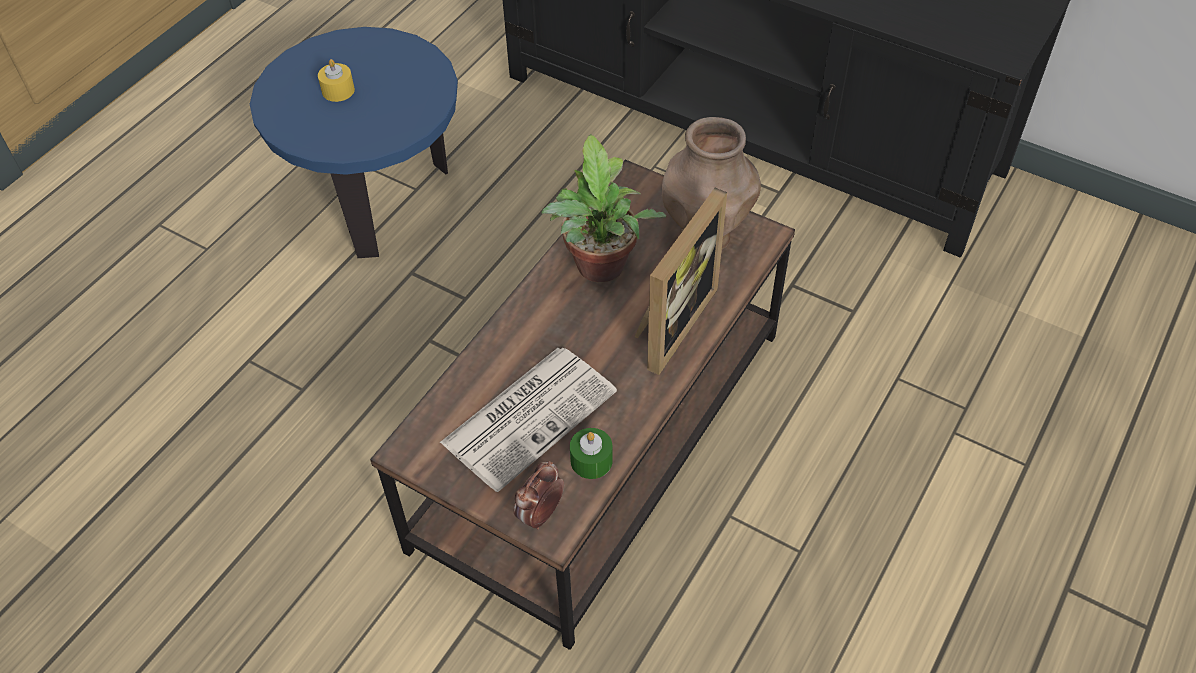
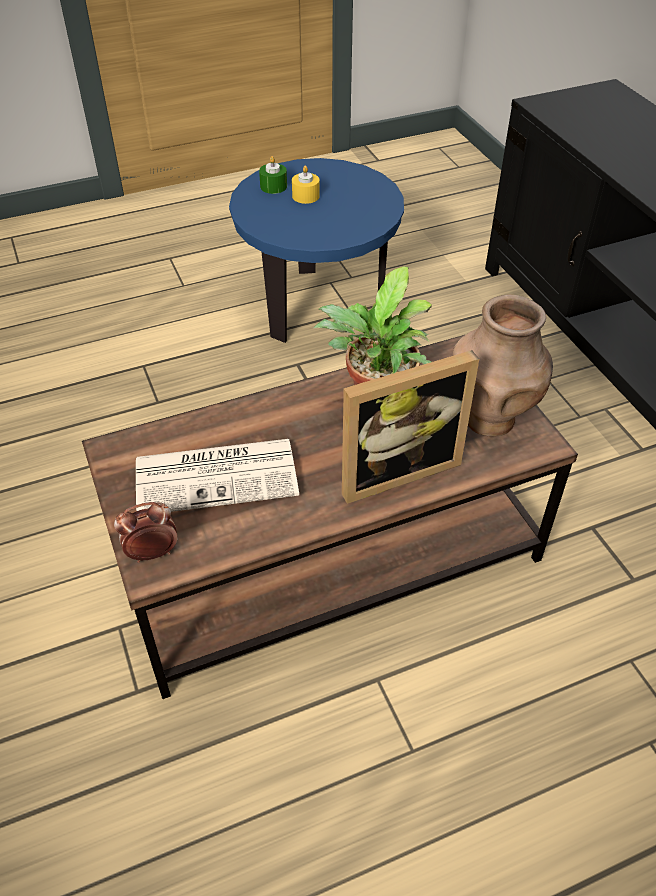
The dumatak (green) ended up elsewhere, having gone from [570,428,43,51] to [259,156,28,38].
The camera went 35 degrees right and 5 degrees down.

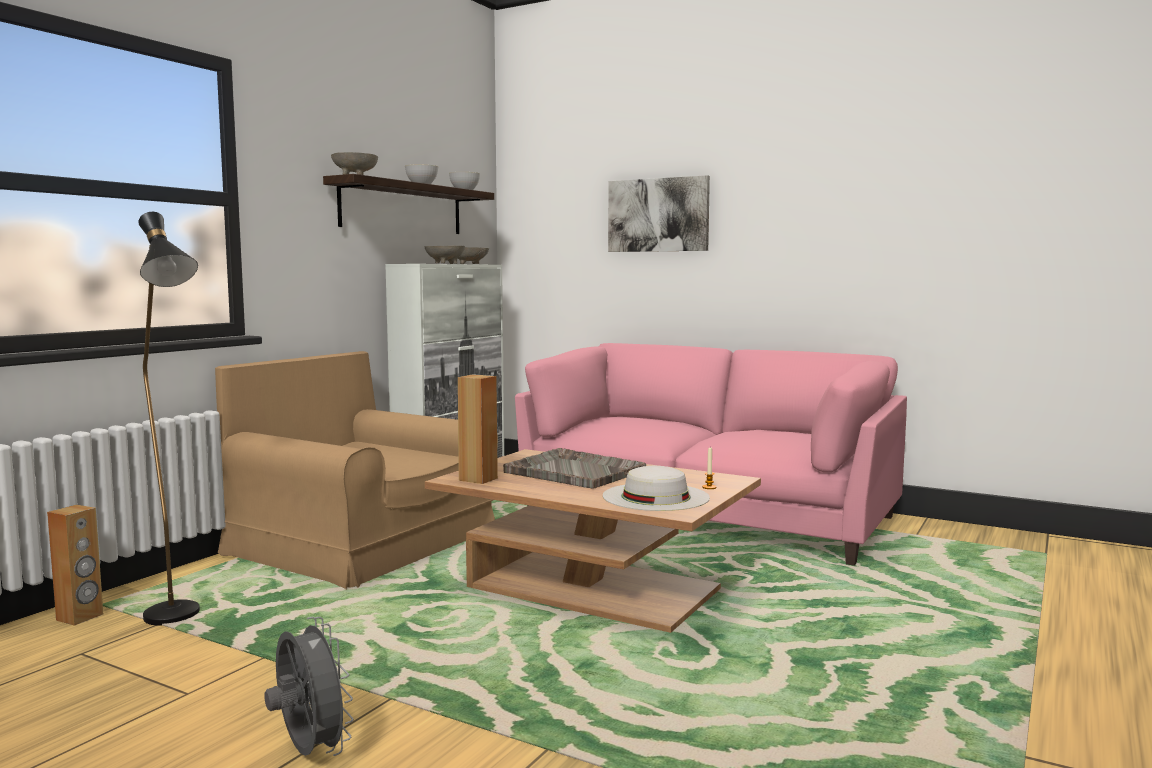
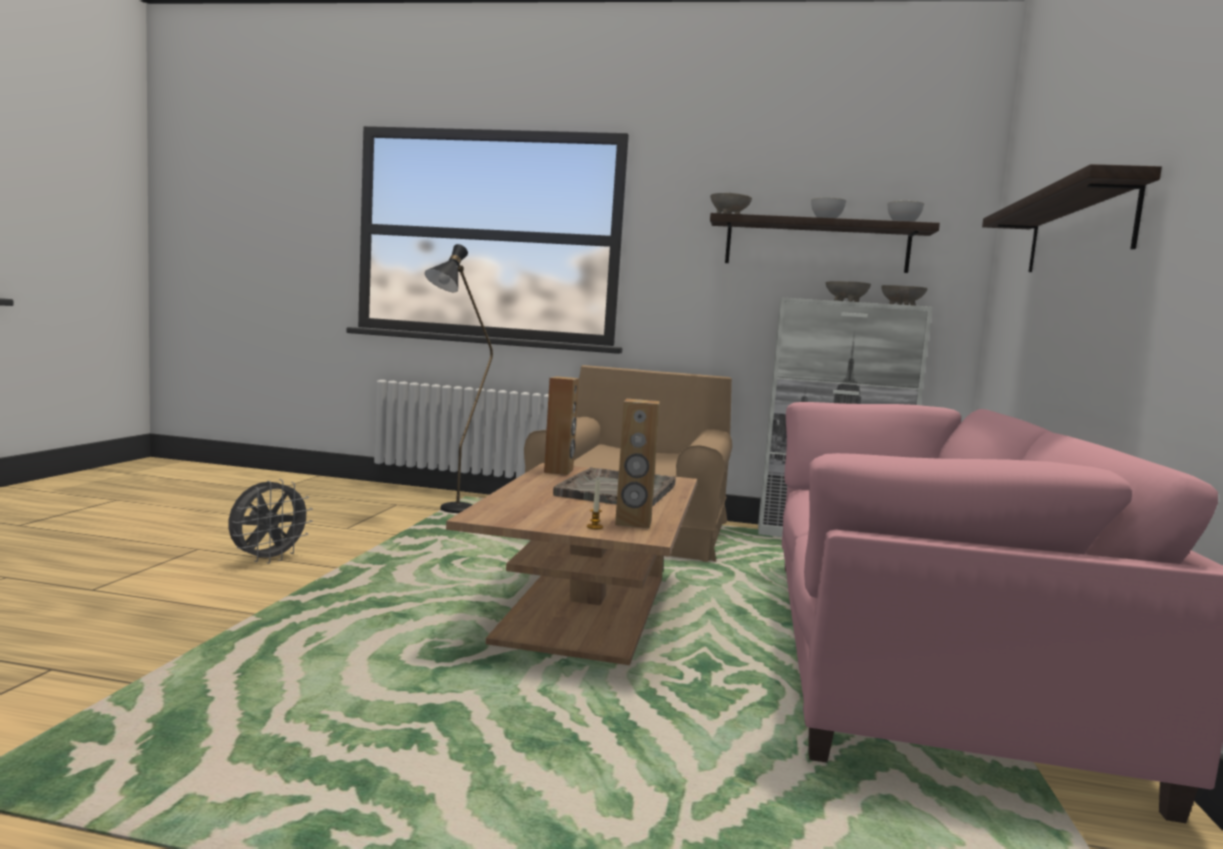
The second view lost the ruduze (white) at [603,466,107,45].
The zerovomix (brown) ended up elsewhere, having gone from [47,505,56,121] to [615,399,45,130].
Where the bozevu hung at [608,175,102,77], the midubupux came to hang at [982,164,180,108].
The camera went 70 degrees right and 0 degrees up.

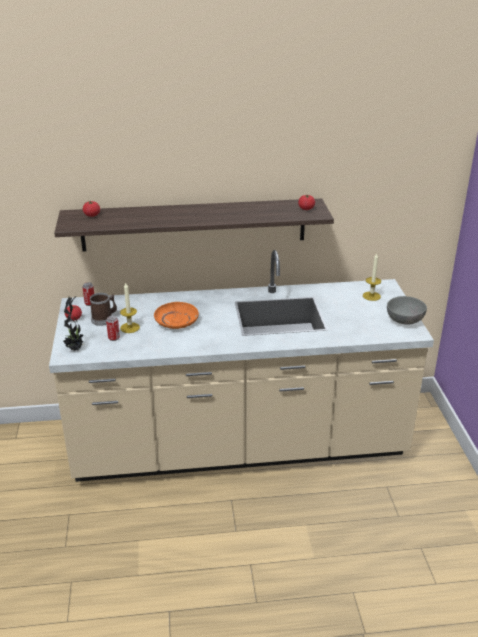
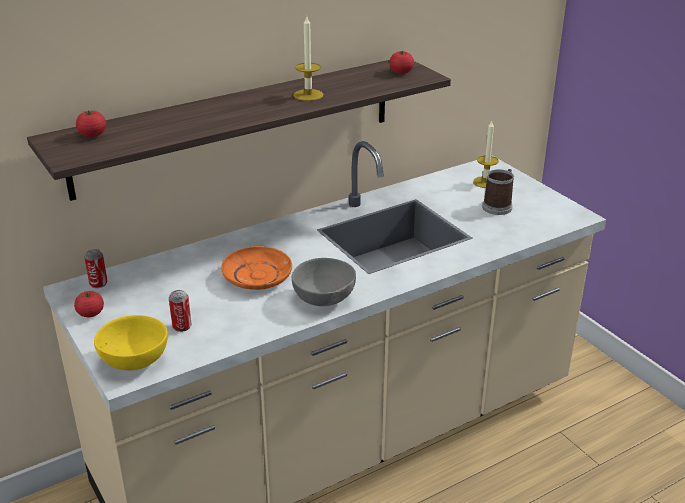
The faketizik ended up elsewhere, having gone from [90,293,27,33] to [482,169,32,46].
The dumatak ended up elsewhere, having gone from [120,283,20,50] to [294,16,29,85].
The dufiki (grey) ended up elsewhere, having gone from [387,296,40,29] to [292,258,64,48].
Where the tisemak stood at [63,296,21,55], the dufiki (yellow) came to stand at [94,315,74,55].
The camera went 25 degrees left and 0 degrees up.

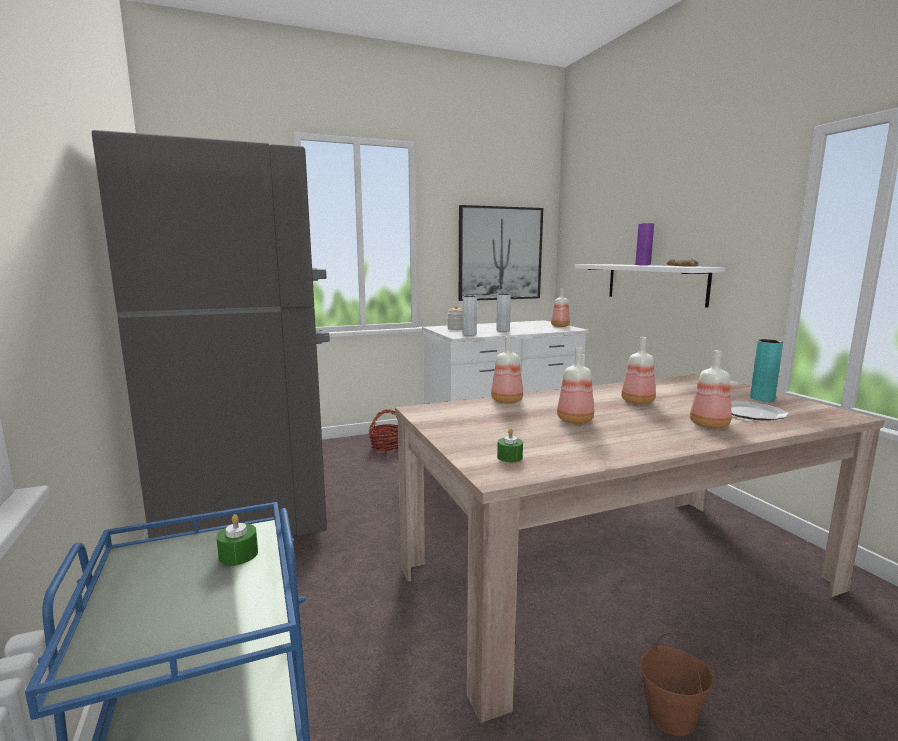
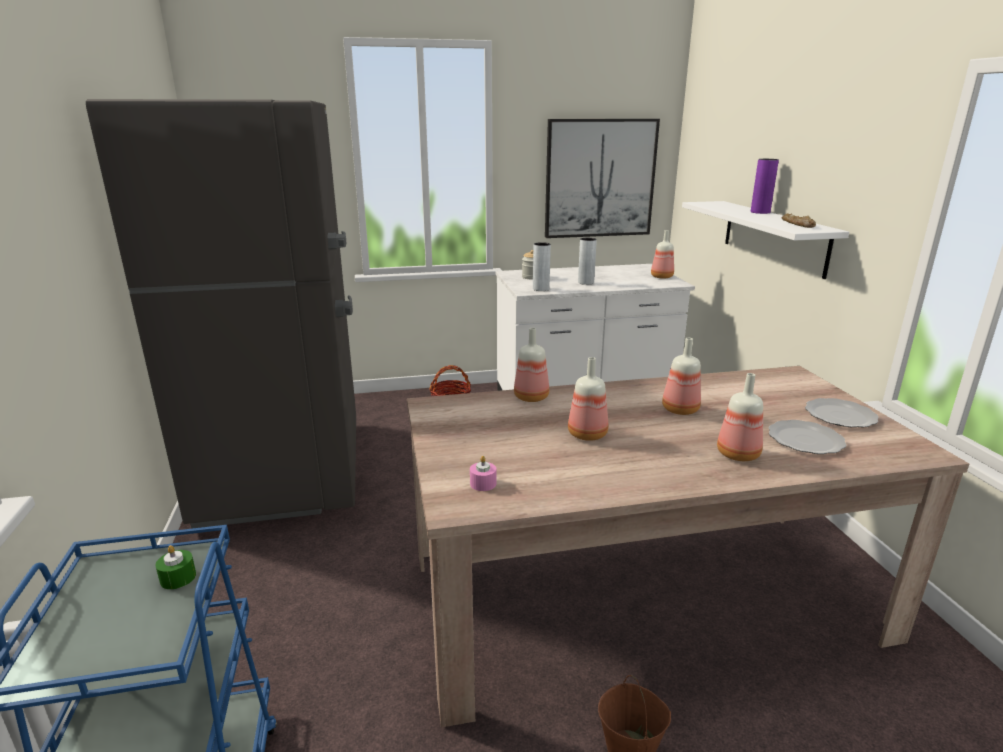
Where the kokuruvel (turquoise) stood at [750,339,33,62], the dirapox came to stand at [805,398,74,29].
What was the dumatak (green) at [497,429,26,33] turned into the dumatak (pink) at [470,456,26,35].
The camera went 10 degrees right and 10 degrees up.

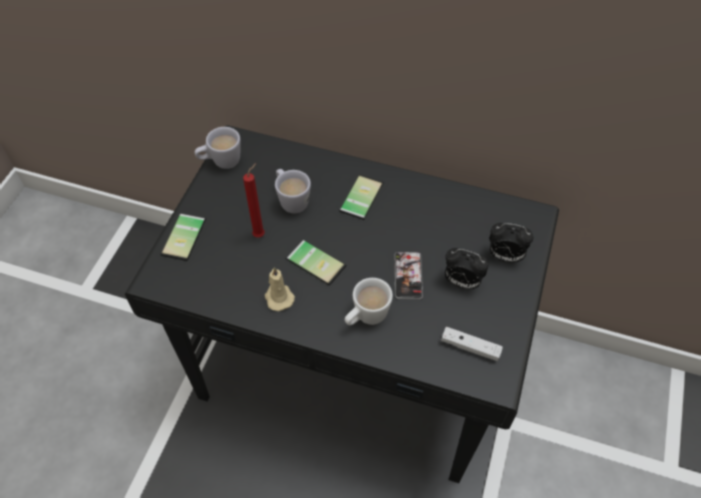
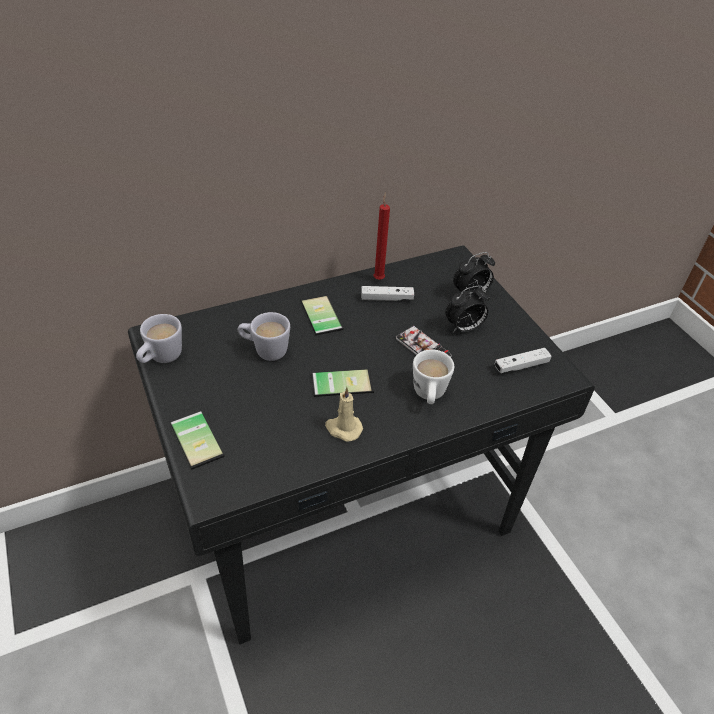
The second view gained the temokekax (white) at [361,286,53,15].
The dumatak (red) ended up elsewhere, having gone from [243,163,22,74] to [373,192,17,88].
The camera went 45 degrees left and 10 degrees down.

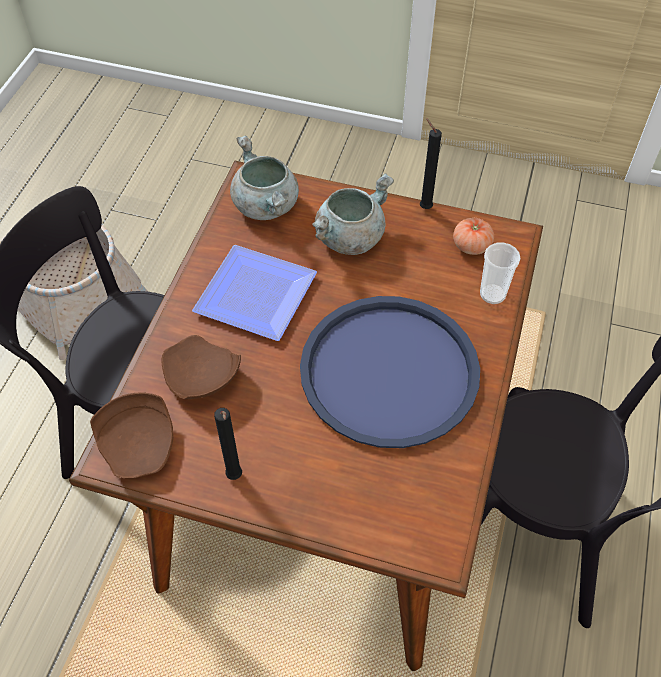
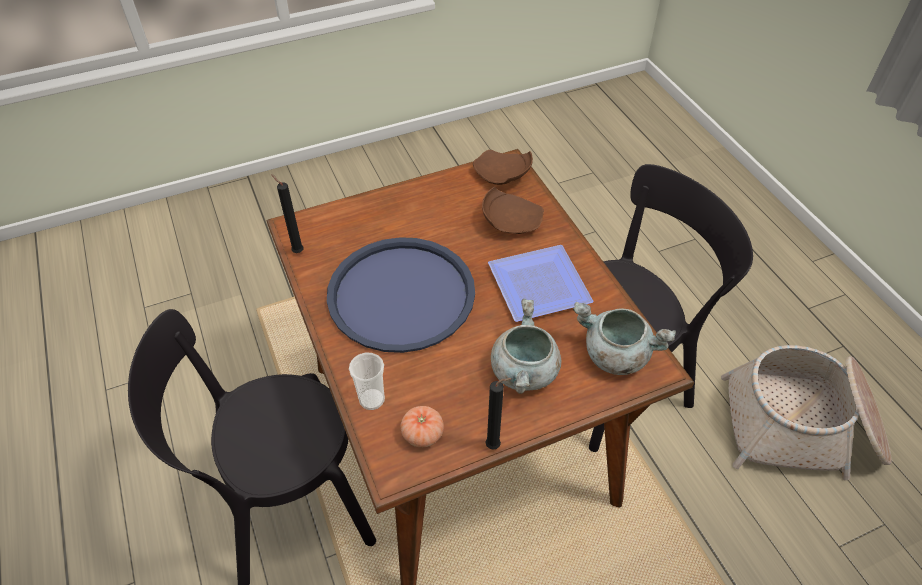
The dumatak (black) ended up elsewhere, having gone from [214,408,28,72] to [271,174,33,79].
The camera went 140 degrees right and 5 degrees down.

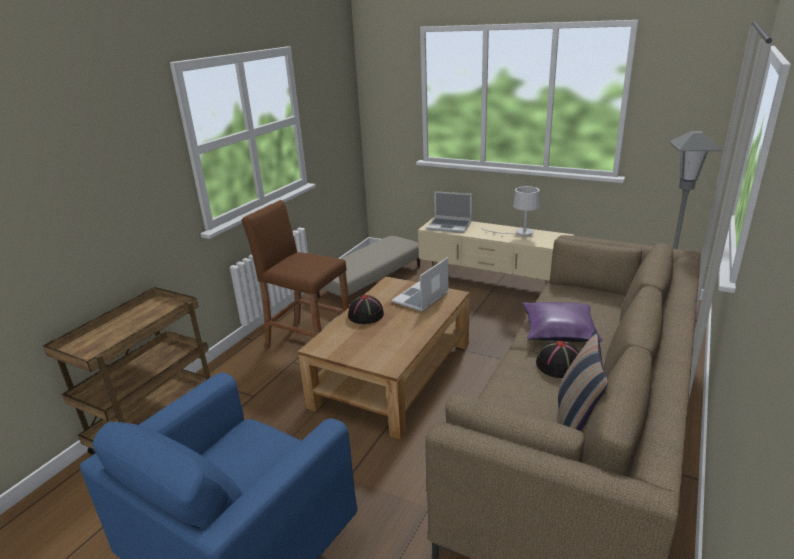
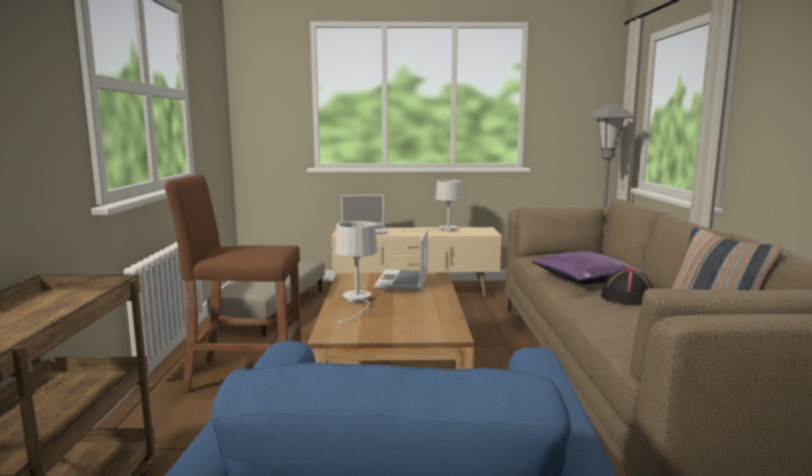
Where the ruduze (black) stood at [348,295,36,29], the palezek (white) came to stand at [335,221,43,102].
The camera went 30 degrees left and 15 degrees down.

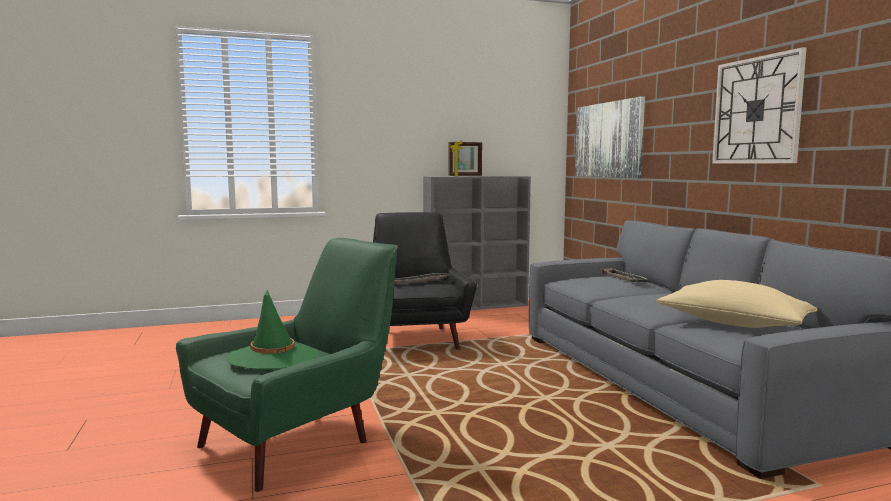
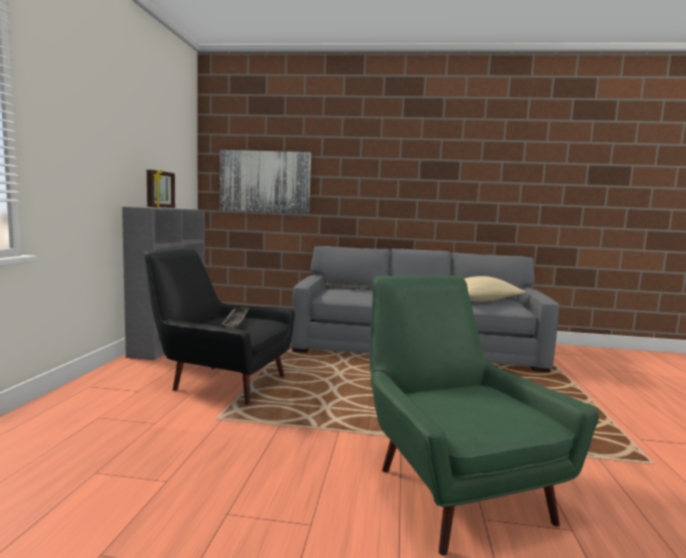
The second view lost the ruduze (green) at [226,290,92,79].
The second view lost the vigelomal at [712,47,95,117].
The camera went 65 degrees left and 0 degrees up.

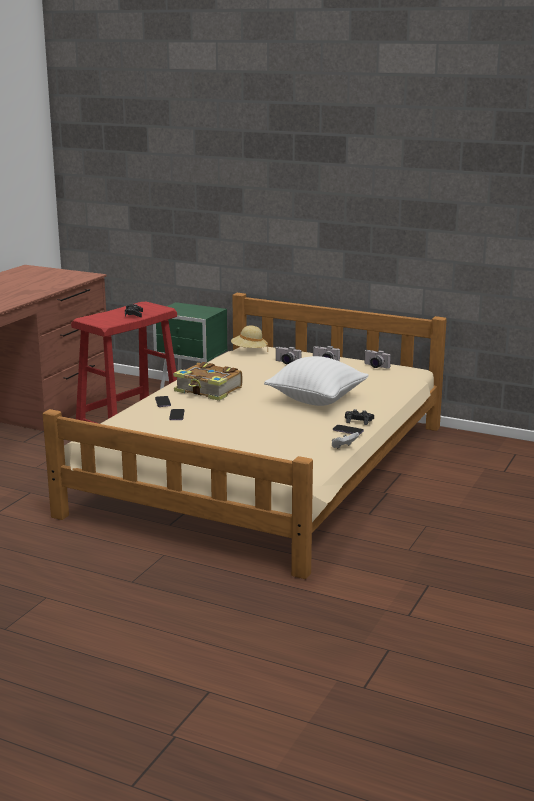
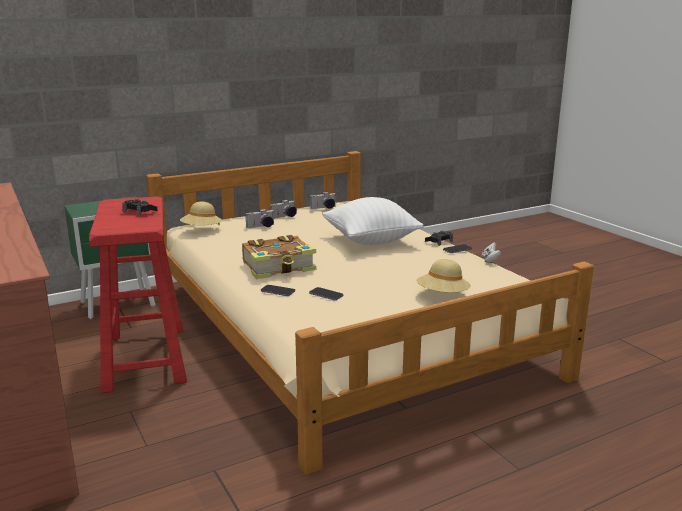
The second view gained the ruduze (beige) at [416,259,55,34].
The camera went 55 degrees left and 0 degrees up.

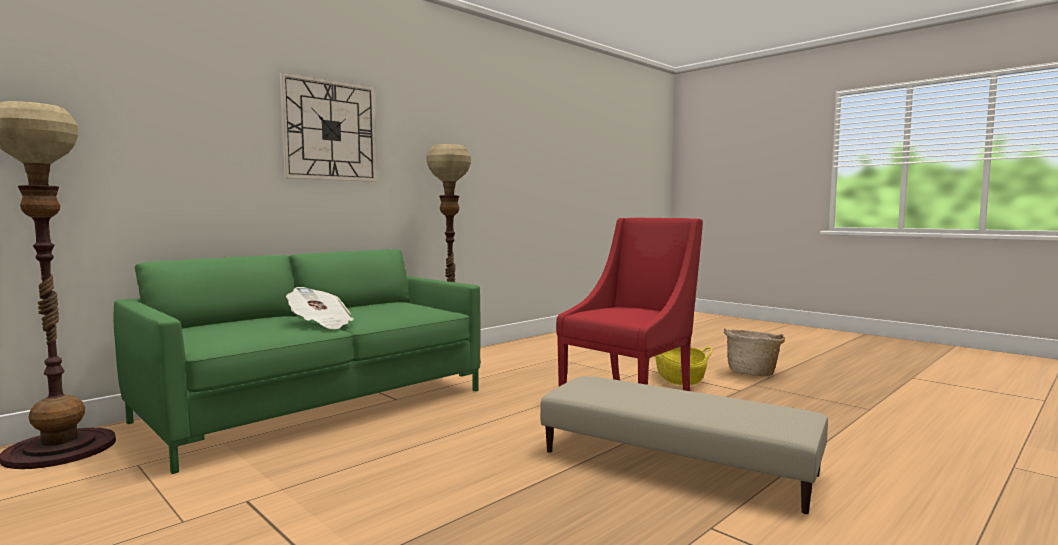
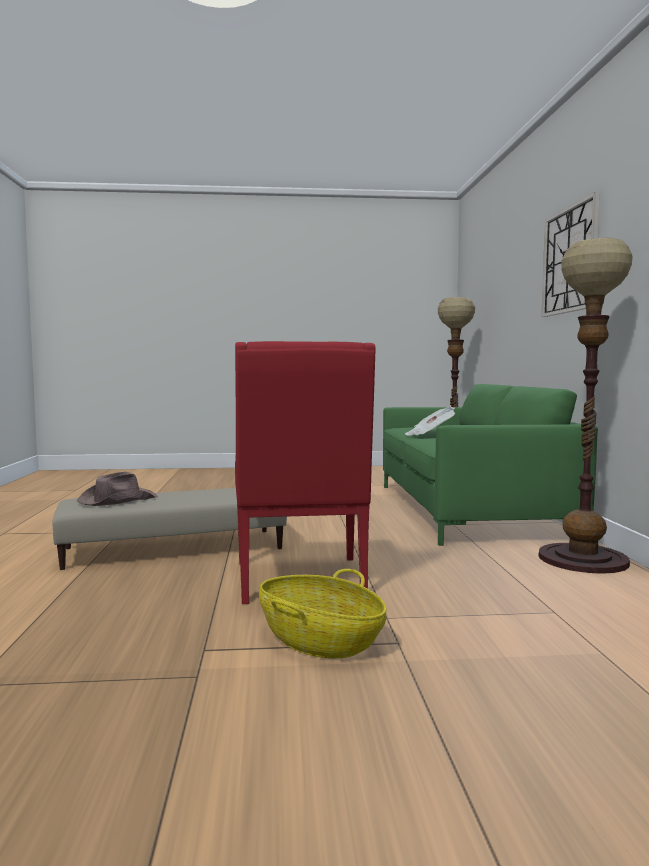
The second view lost the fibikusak at [724,328,61,48].
The second view gained the ruduze (brown) at [77,472,80,34].
The camera went 130 degrees right and 0 degrees up.

